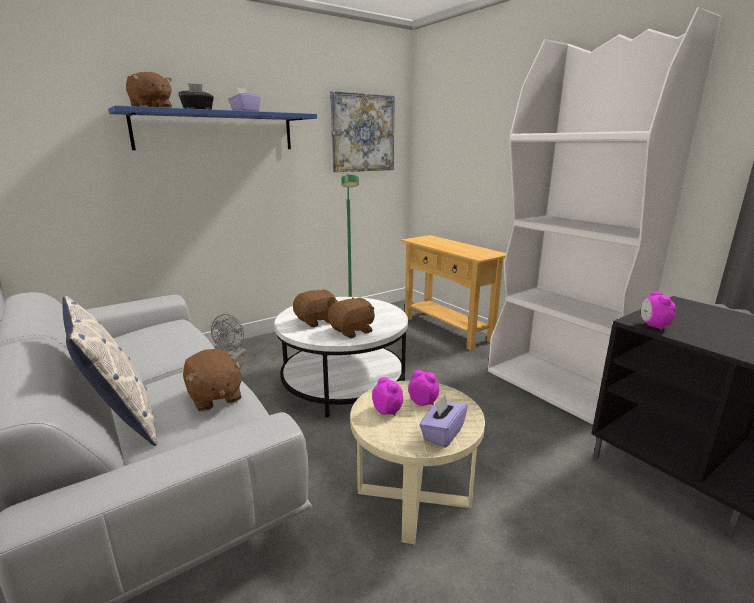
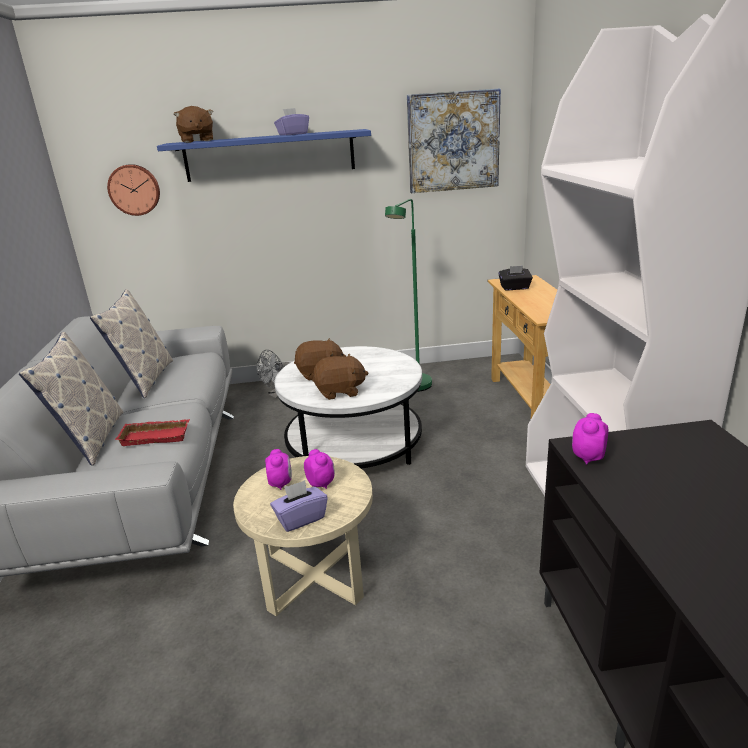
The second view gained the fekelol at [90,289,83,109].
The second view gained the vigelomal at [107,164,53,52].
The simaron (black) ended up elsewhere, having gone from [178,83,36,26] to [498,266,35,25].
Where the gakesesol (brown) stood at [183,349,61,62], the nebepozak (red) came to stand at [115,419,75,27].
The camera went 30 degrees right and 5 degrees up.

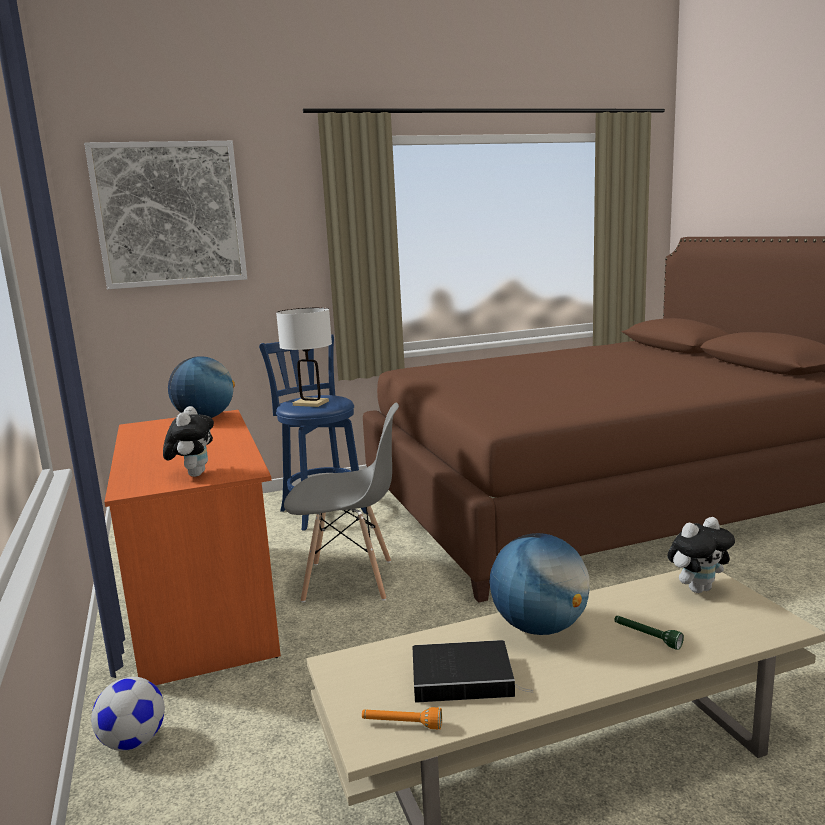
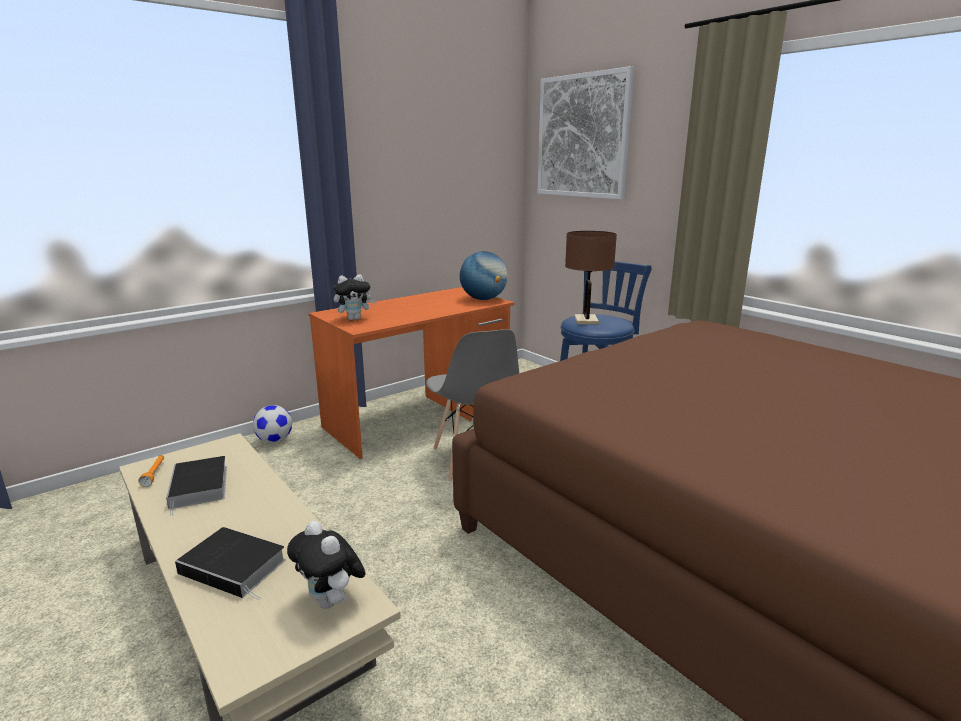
The second view lost the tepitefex at [490,533,100,102].
Where the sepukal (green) stood at [615,616,69,34], the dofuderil came to stand at [175,527,111,73].
What was the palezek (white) at [276,307,56,100] turned into the palezek (brown) at [565,231,52,93].
The camera went 70 degrees right and 5 degrees up.

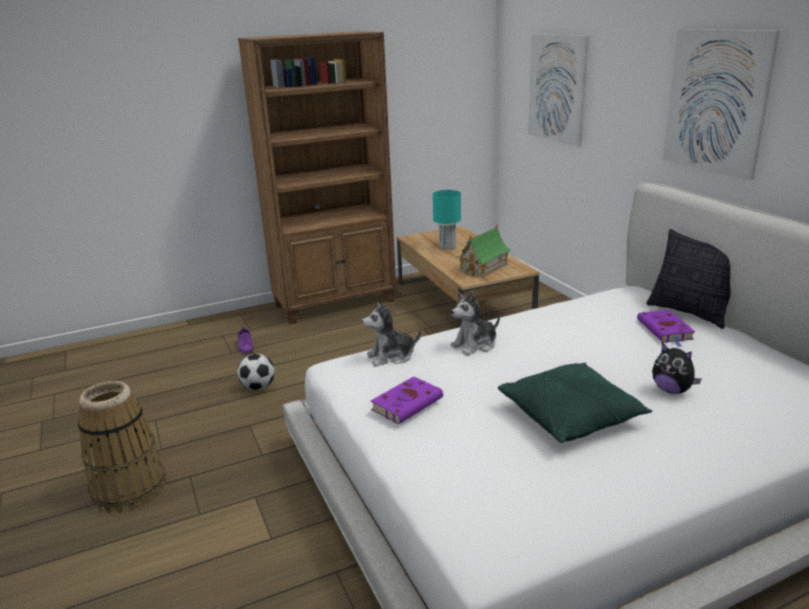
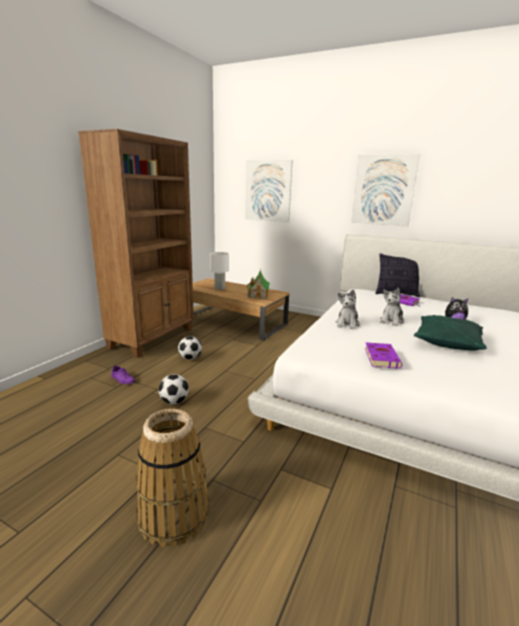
The second view gained the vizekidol at [178,336,24,24].
The gakesesol ended up elsewhere, having gone from [362,302,59,65] to [380,287,24,39].
What was the palezek (turquoise) at [433,190,28,60] turned into the palezek (white) at [211,252,18,38].
The camera went 40 degrees left and 5 degrees down.

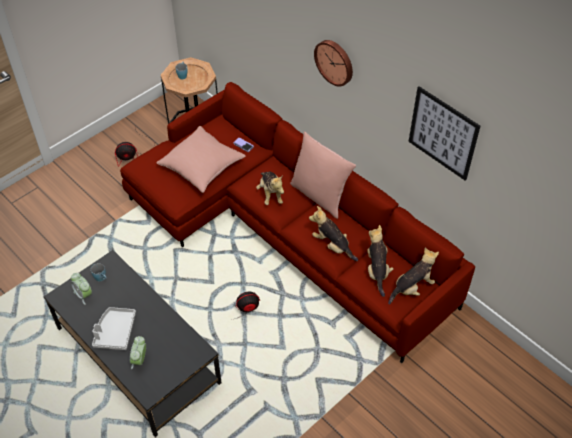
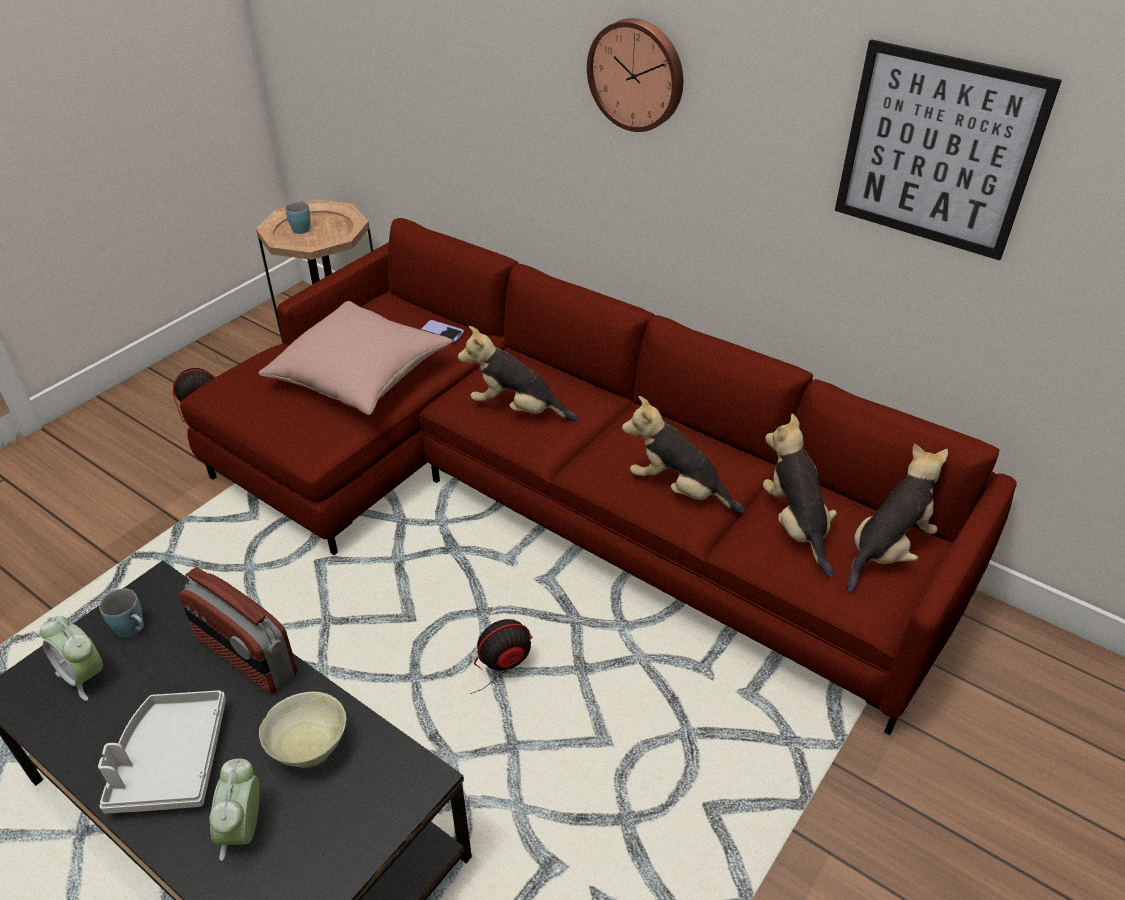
The second view lost the fekelol (pink) at [290,131,66,88].
The second view gained the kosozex at [179,567,118,127].
The second view gained the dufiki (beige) at [259,692,87,76].
The gakesesol at [256,172,28,33] ended up facing another way, 135 degrees clockwise from before.
The camera went 10 degrees left and 10 degrees down.

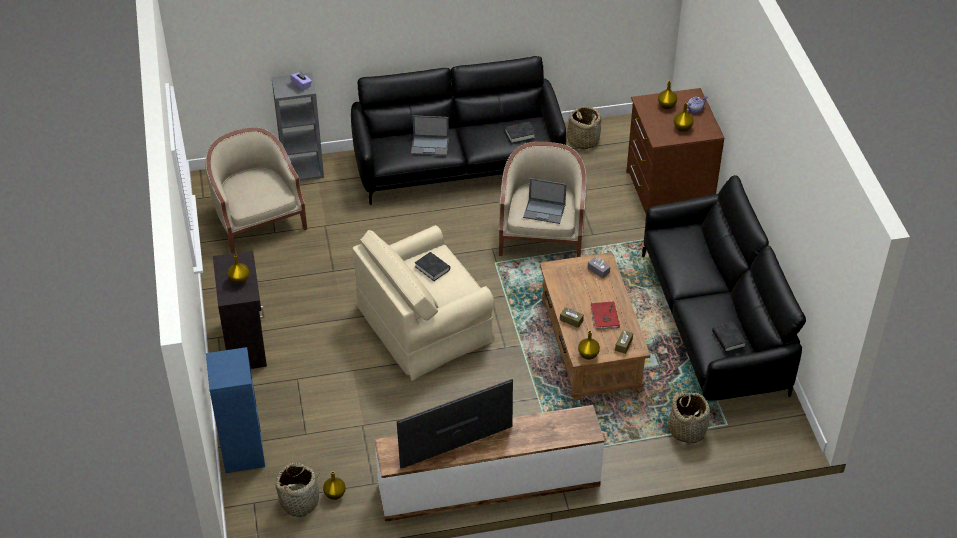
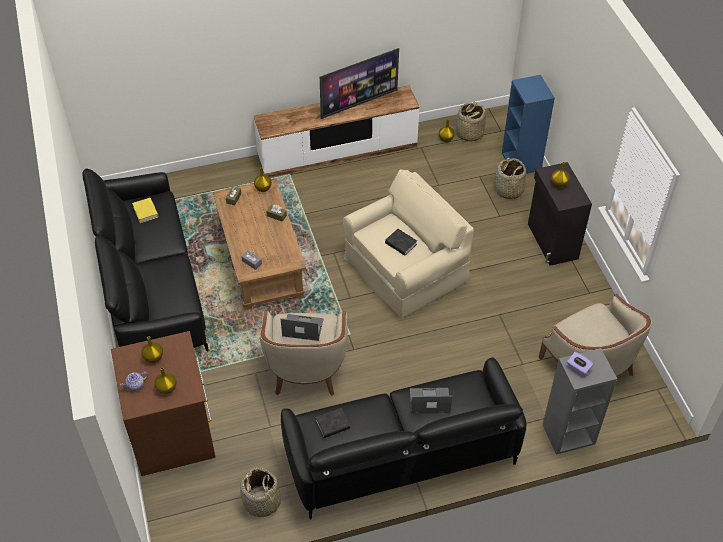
The second view lost the dofuderil (red) at [591,301,29,29].
The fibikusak ended up elsewhere, having gone from [668,392,42,53] to [495,158,31,42].
What was the dofuderil (black) at [712,322,34,30] turned into the dofuderil (yellow) at [132,198,26,25].
The camera went 175 degrees right and 5 degrees up.

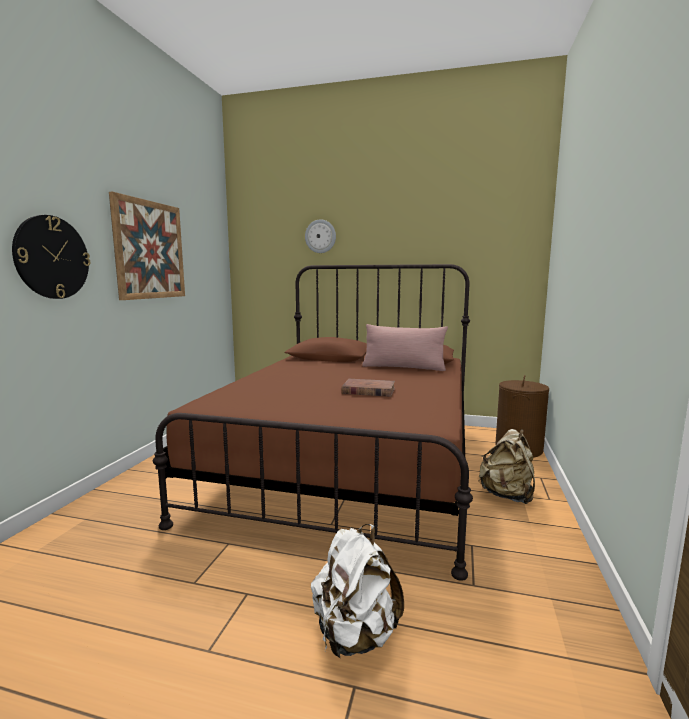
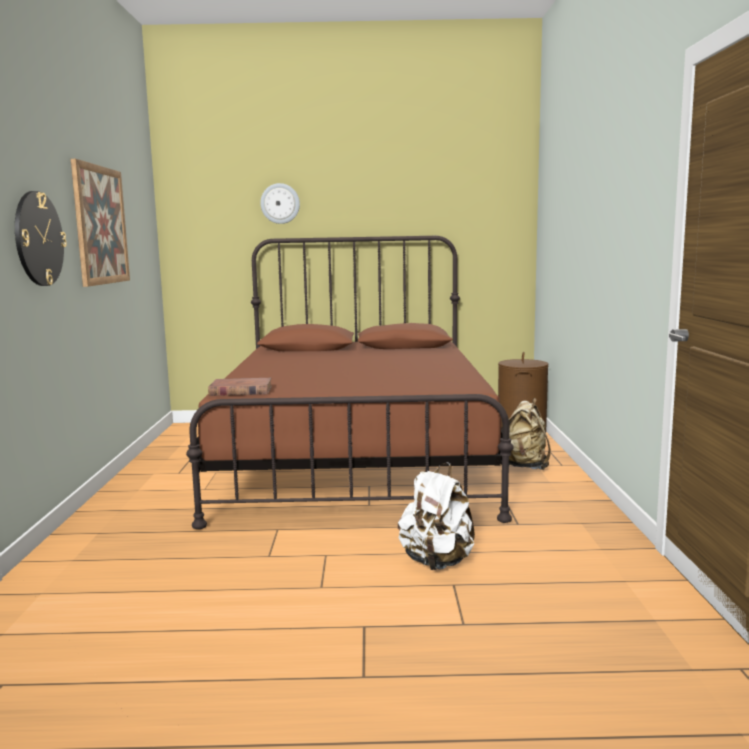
The second view lost the fekelol (pink) at [362,324,86,47].
The dofuderil (brown) ended up elsewhere, having gone from [341,379,54,18] to [208,378,64,18].
The camera went 15 degrees left and 0 degrees up.

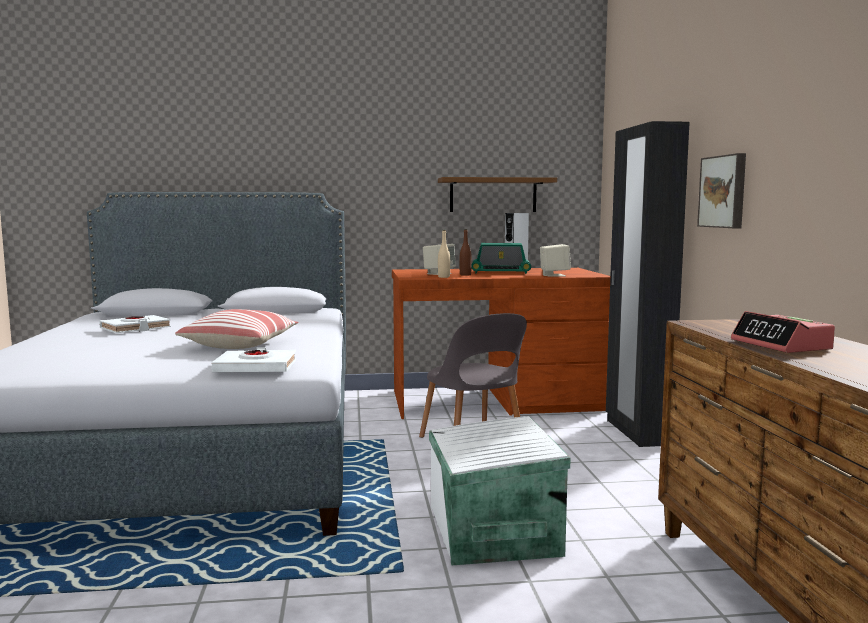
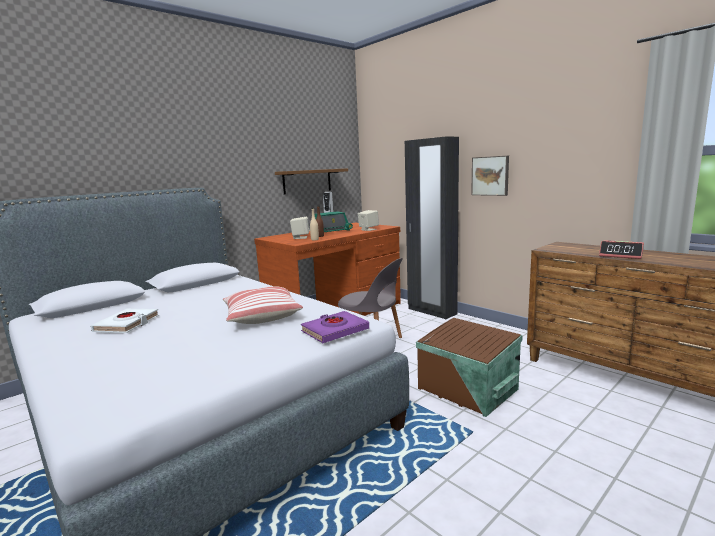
What was the dofuderil (white) at [212,347,84,25] turned into the dofuderil (purple) at [301,311,68,32].
What was the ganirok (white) at [429,416,142,149] turned into the ganirok (brown) at [416,318,107,99].
The camera went 35 degrees left and 5 degrees up.

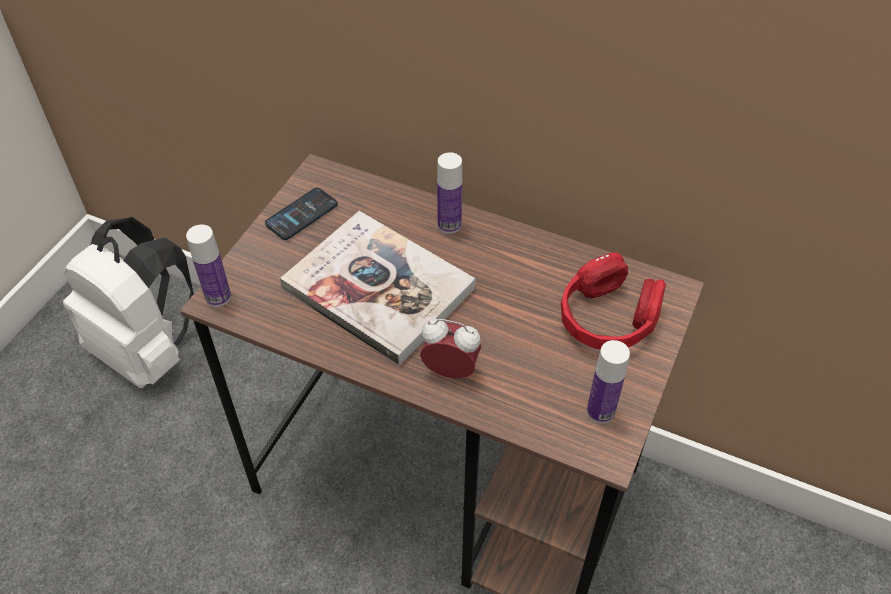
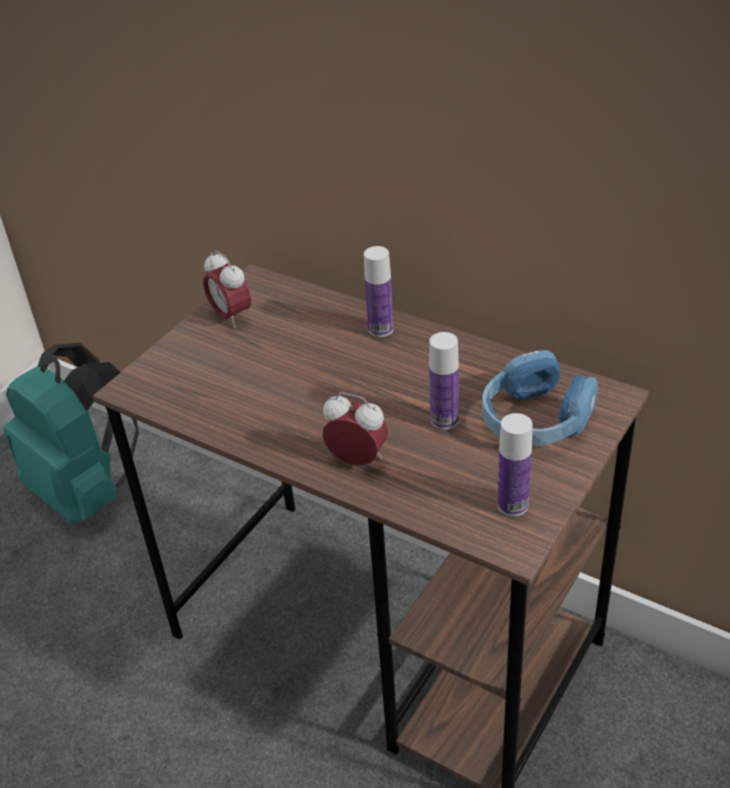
The second view lost the dofuderil at [280,211,196,155].
The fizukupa ended up elsewhere, having gone from [186,224,45,83] to [429,332,30,98].
Where the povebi stood at [265,188,73,52], the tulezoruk came to stand at [203,250,48,78].
What was the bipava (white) at [63,217,131,171] turned into the bipava (turquoise) at [4,343,135,181].
What was the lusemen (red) at [561,253,105,97] turned into the lusemen (blue) at [482,350,116,96].
The camera went 10 degrees right and 10 degrees down.

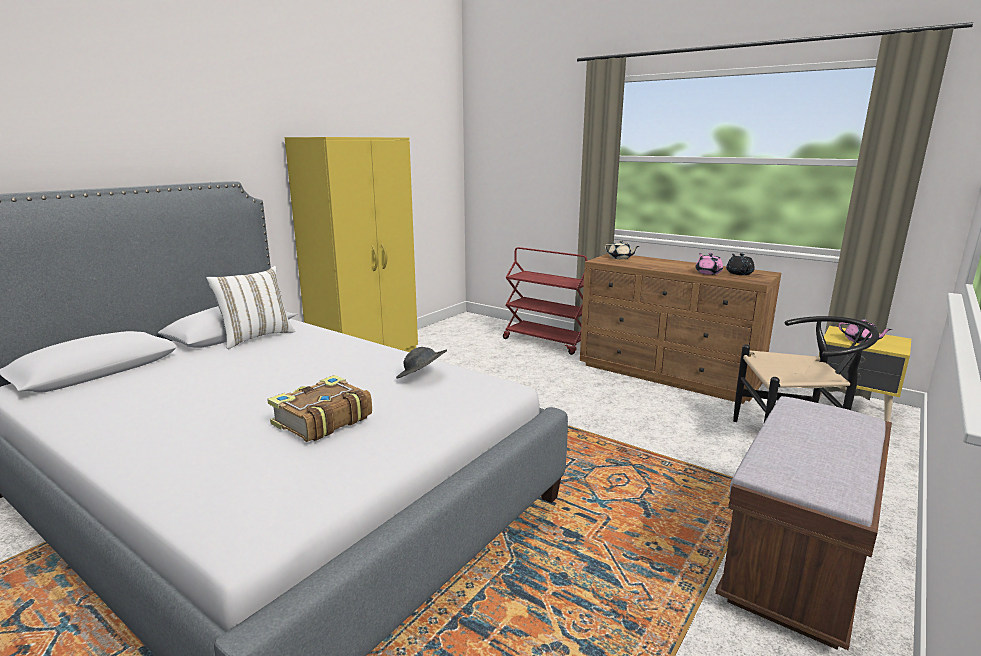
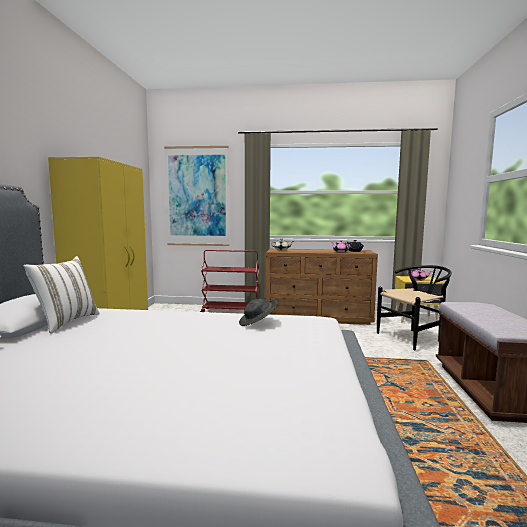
The second view lost the dofuderil at [267,375,105,67].
The second view gained the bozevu at [164,146,65,100].
The camera went 30 degrees left and 10 degrees down.

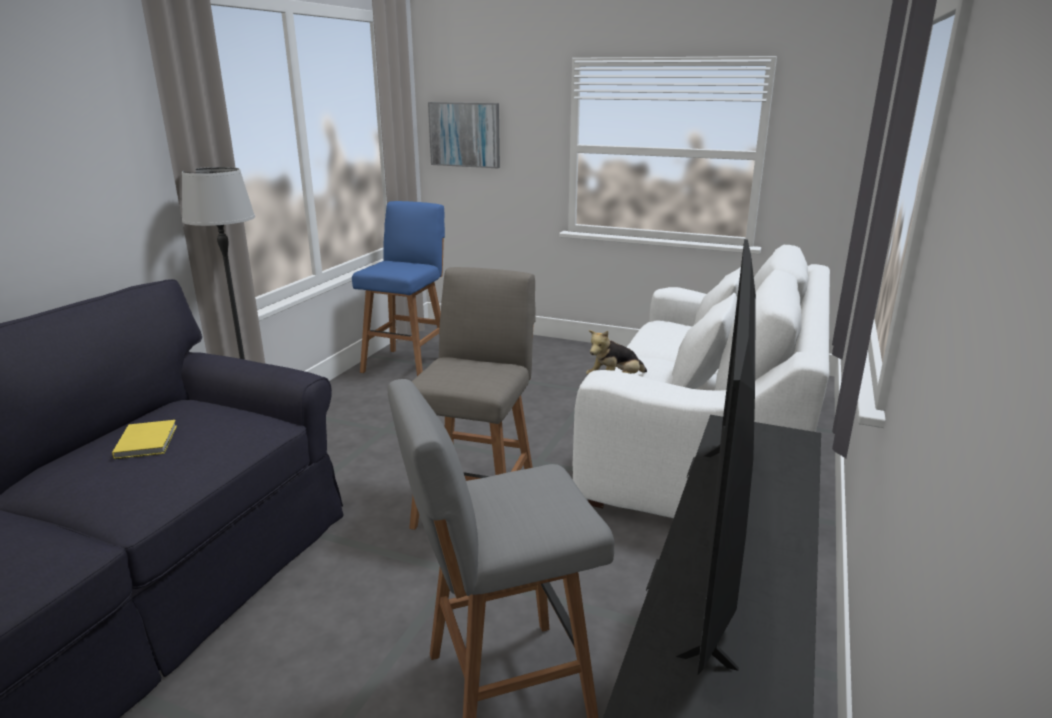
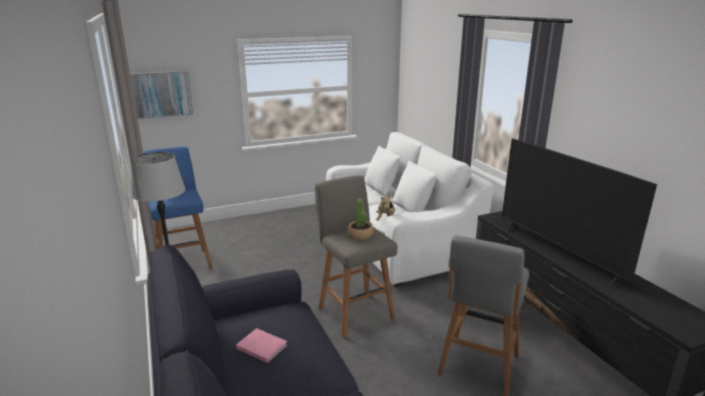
The second view gained the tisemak at [347,199,27,41].
What was the dofuderil (yellow) at [112,420,65,39] turned into the dofuderil (pink) at [236,328,52,35].
The camera went 45 degrees left and 0 degrees up.

